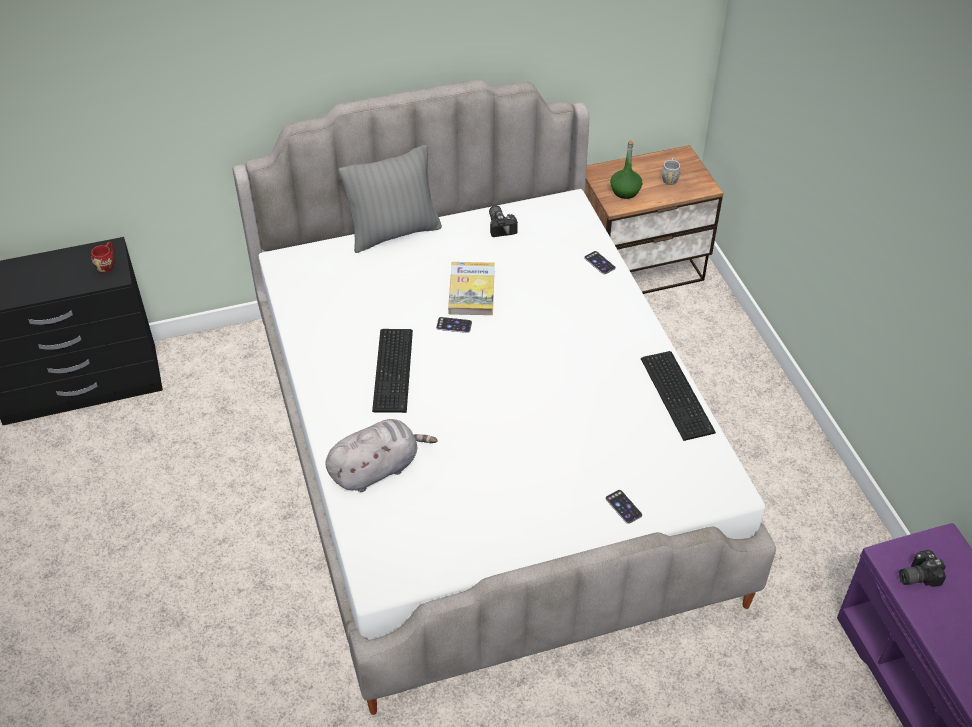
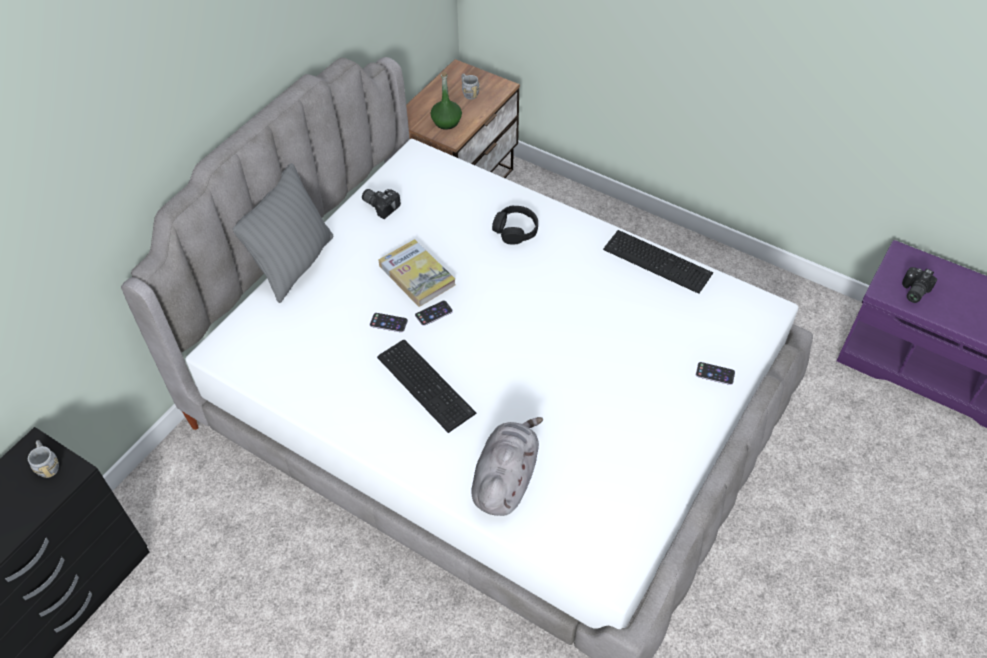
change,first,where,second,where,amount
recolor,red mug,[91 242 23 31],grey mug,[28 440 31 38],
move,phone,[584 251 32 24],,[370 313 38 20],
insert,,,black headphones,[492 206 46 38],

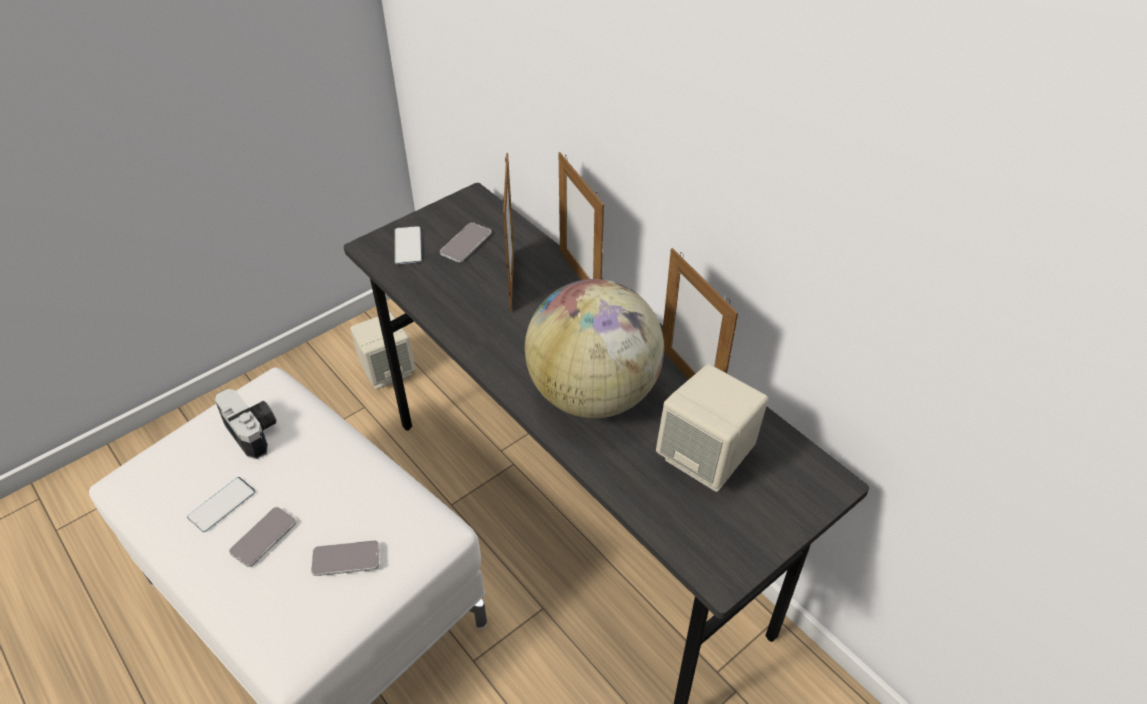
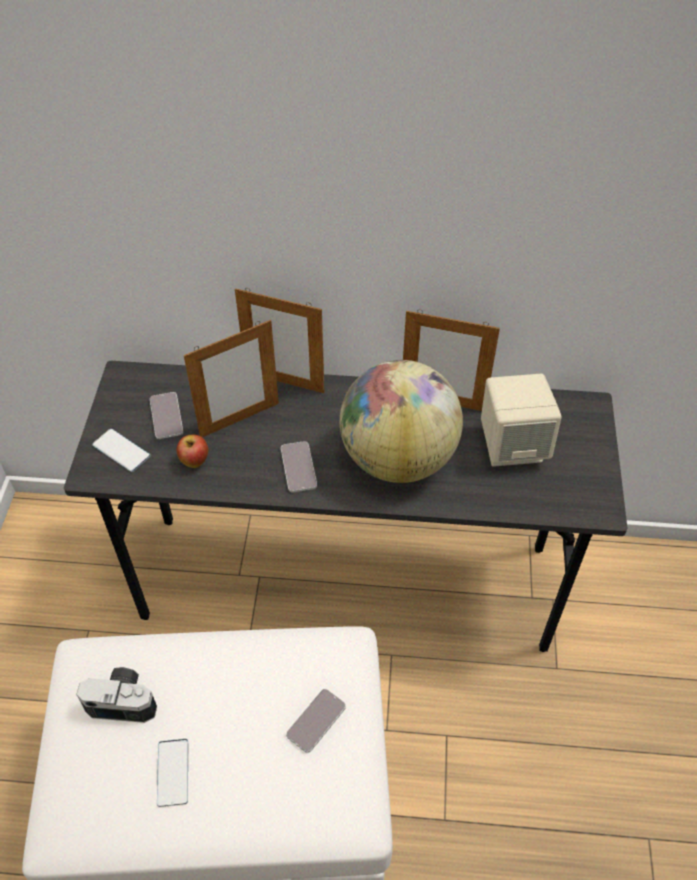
change,first,where,second,where,amount
insert,,,apple,[177 435 32 33],
rotate,picture frame,[503 153 11 159],,[184 320 95 117],105 degrees clockwise
move,phone,[229 507 67 60],,[281 441 36 51],
delete,beige speaker,[350 312 66 77],,,

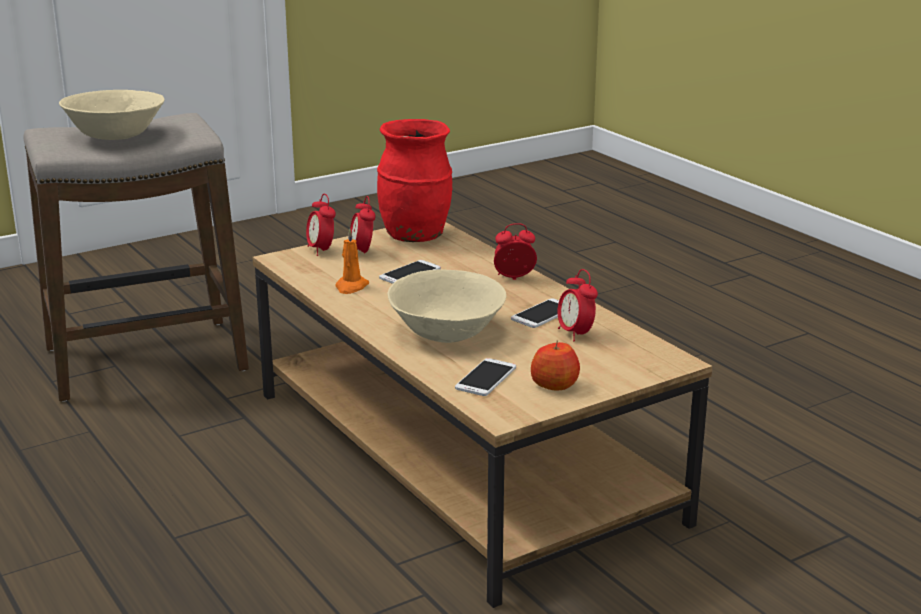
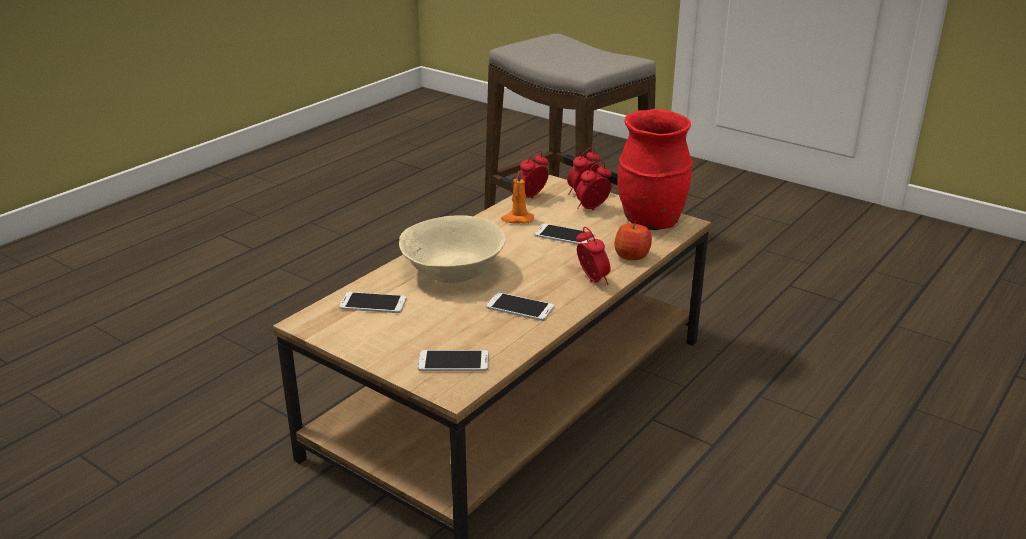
change,first,where,second,where,amount
insert,,,phone,[418 350 71 21],
move,alarm clock,[558 269 40 73],,[516 151 33 48],
move,apple,[531 340 49 51],,[615 222 37 38],
delete,beige bowl,[59 90 106 50],,,

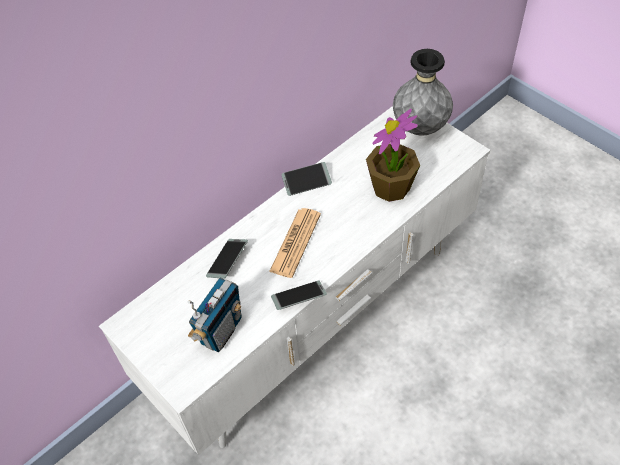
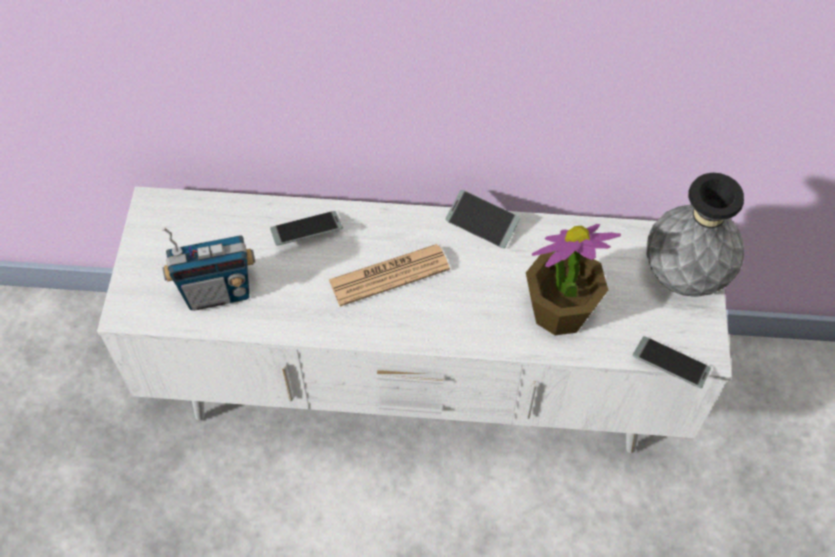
change,first,where,second,where,amount
move,phone,[271 281 56 29],,[633 336 78 52],

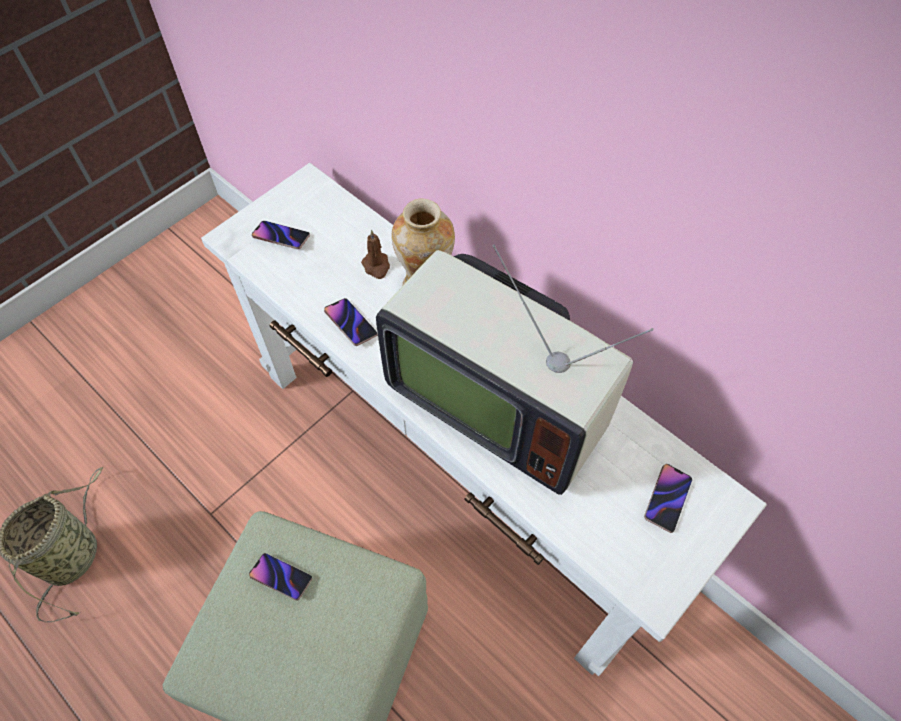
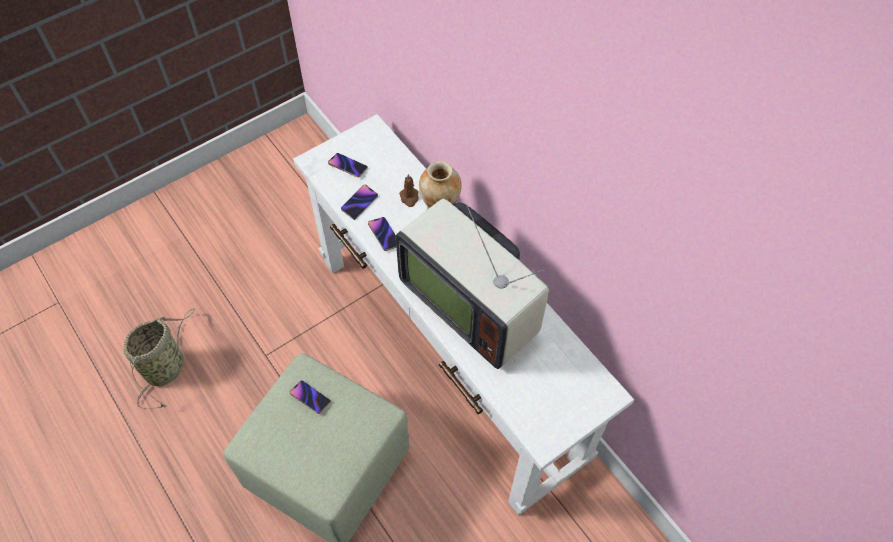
change,first,where,second,where,amount
move,phone,[644 464 48 69],,[341 185 37 35],

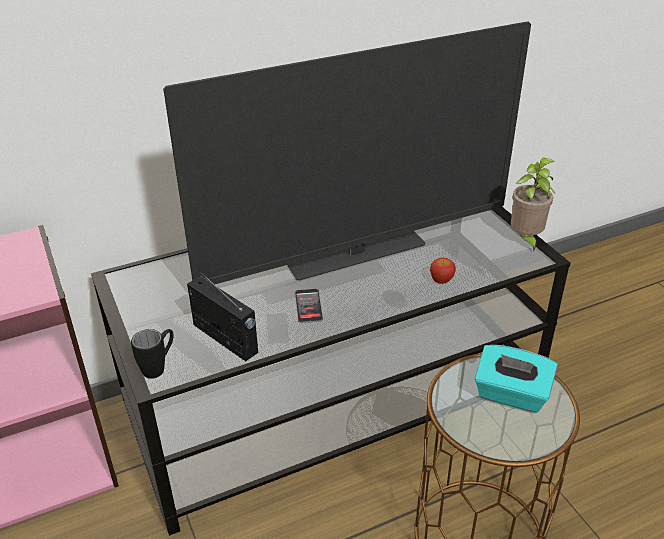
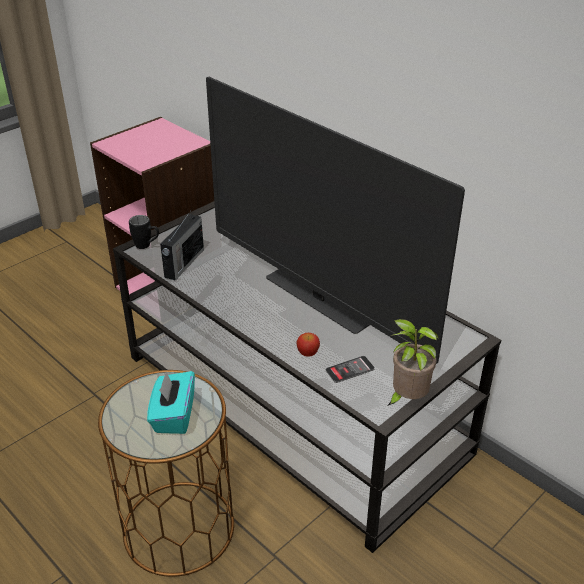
change,first,where,second,where,amount
move,phone,[295 289 28 34],,[326 356 49 27],

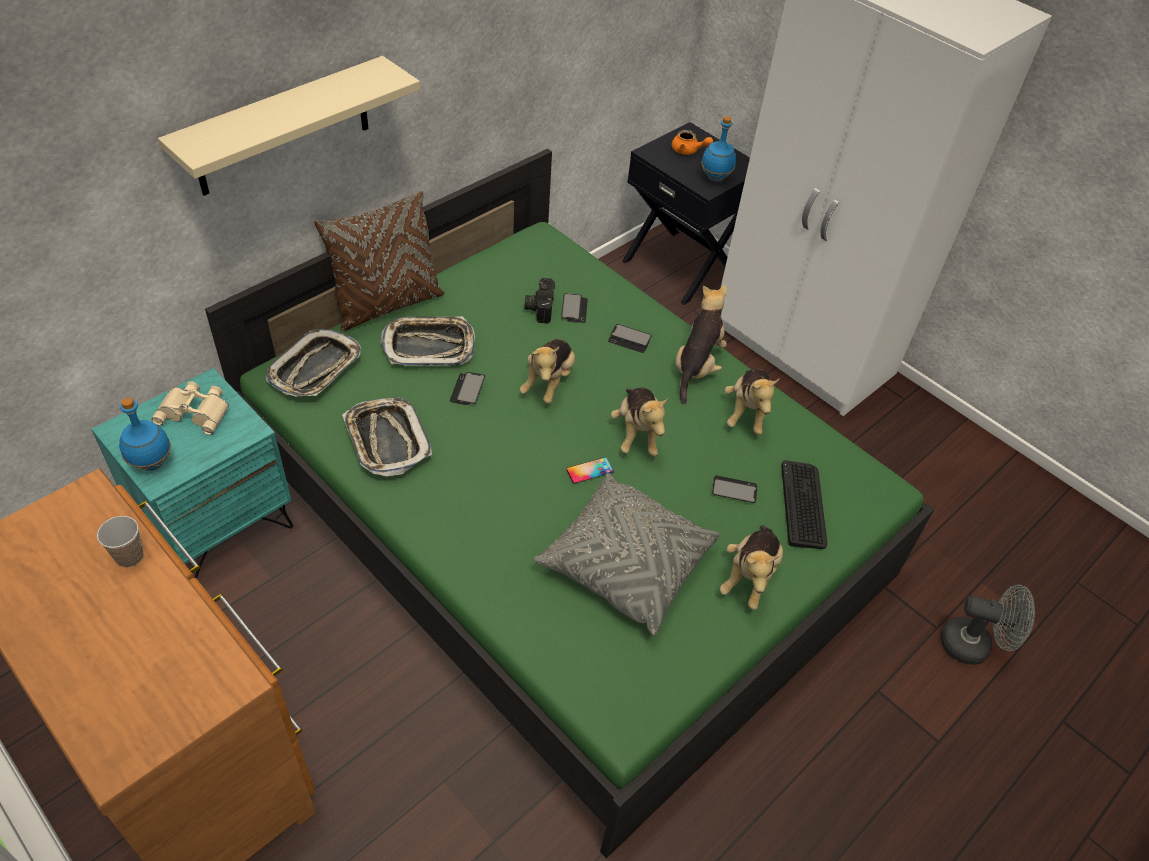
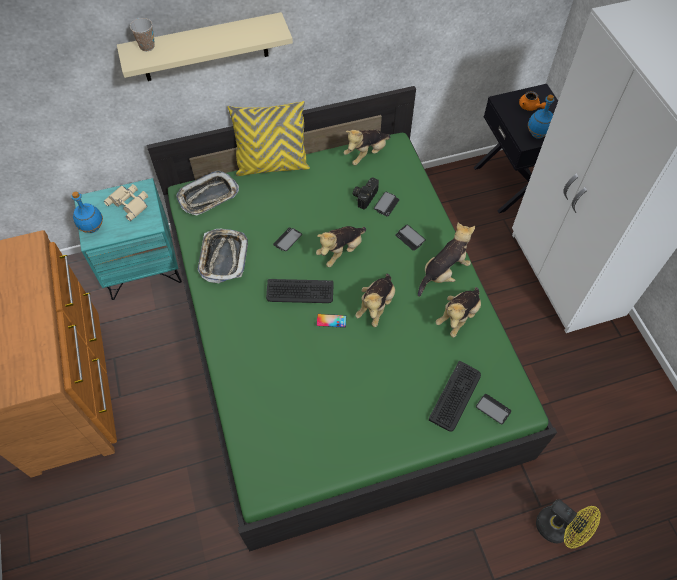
change,first,where,second,where,amount
move,cup,[97 516 46 51],,[130 18 25 33],
recolor,brown pillow,[314 191 130 141],yellow pillow,[228 101 82 75],
insert,,,keyboard,[266 279 68 24],
move,plush toy,[720 525 63 85],,[344 129 46 36],
move,phone,[712 475 45 28],,[476 394 35 31],
recolor,grey fan,[941 584 94 81],yellow fan,[536 499 65 50],
delete,tray,[380 316 95 50],,,
delete,grey pillow,[533 473 187 163],,,

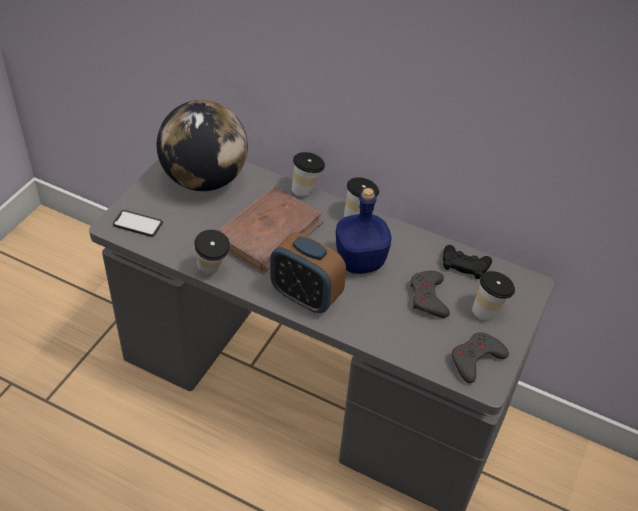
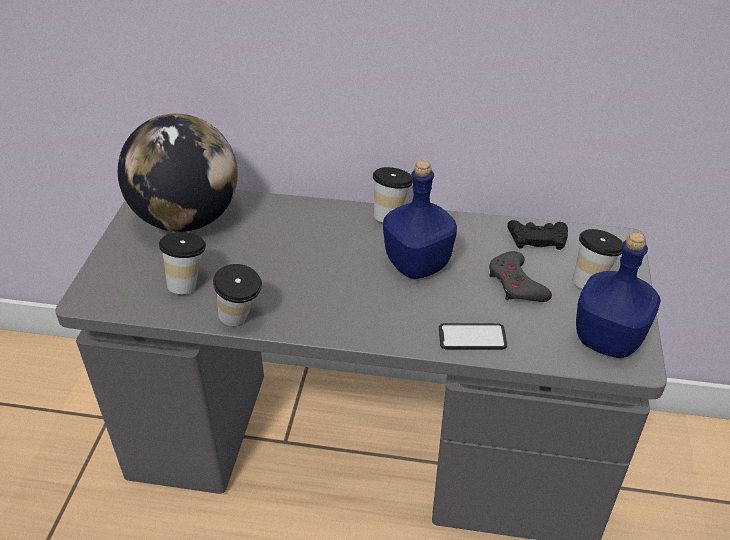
change,first,where,second,where,amount
move,cup,[292 152 33 45],,[159 232 47 62],
move,phone,[112 210 51 27],,[439 323 68 27],
replace,grey game controller,[452 332 57 51],blue bottle,[576 232 85 126],
delete,brown book,[218 186 105 88],,,
delete,alarm clock,[270 232 76 81],,,

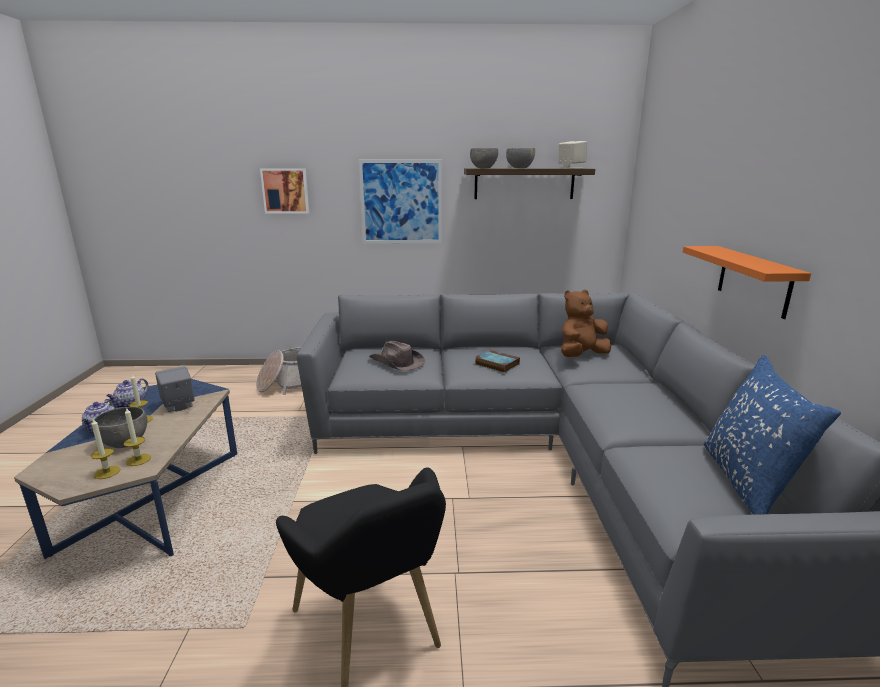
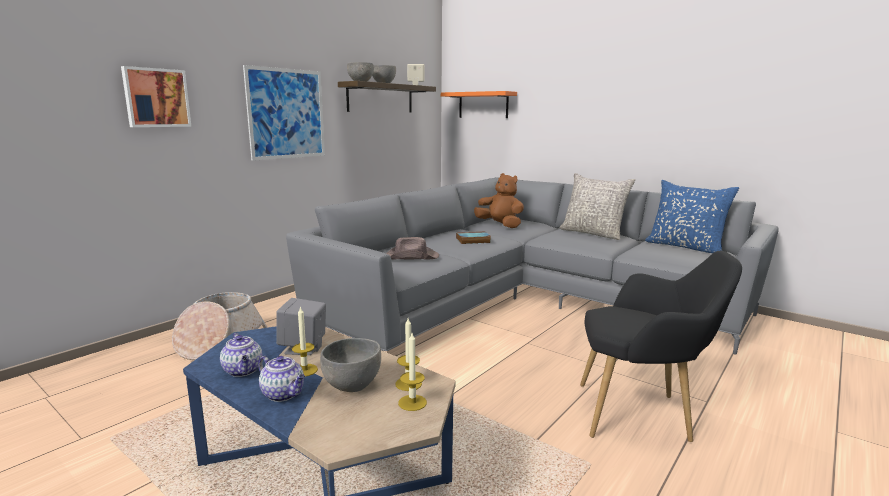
change,first,where,second,where,amount
move,orange shelf,[683 246 128 73],,[441 91 76 27],
rotate,brown plush toy,[561 290 50 67],,[474 173 50 55],120 degrees clockwise
insert,,,grey pillow,[560 173 75 67],

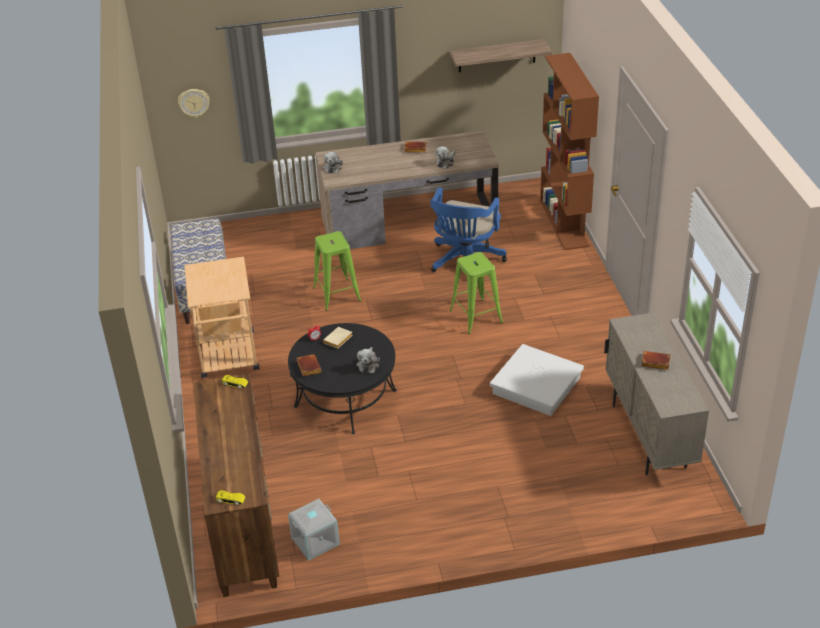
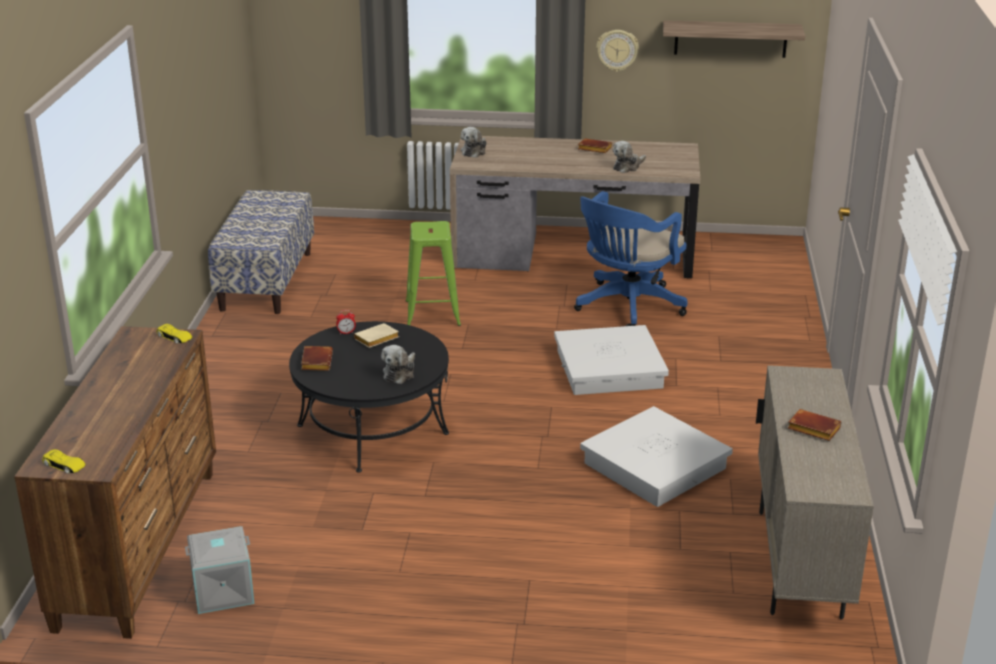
change,first,where,second,where,amount
replace,green stool,[449 252 54 82],white storage box,[554 325 115 70],
move,wall clock,[178 89 32 29],,[596 30 43 42],
delete,beige cart,[184 257 75 121],,,
delete,brown bookcase,[540 53 59 197],,,

